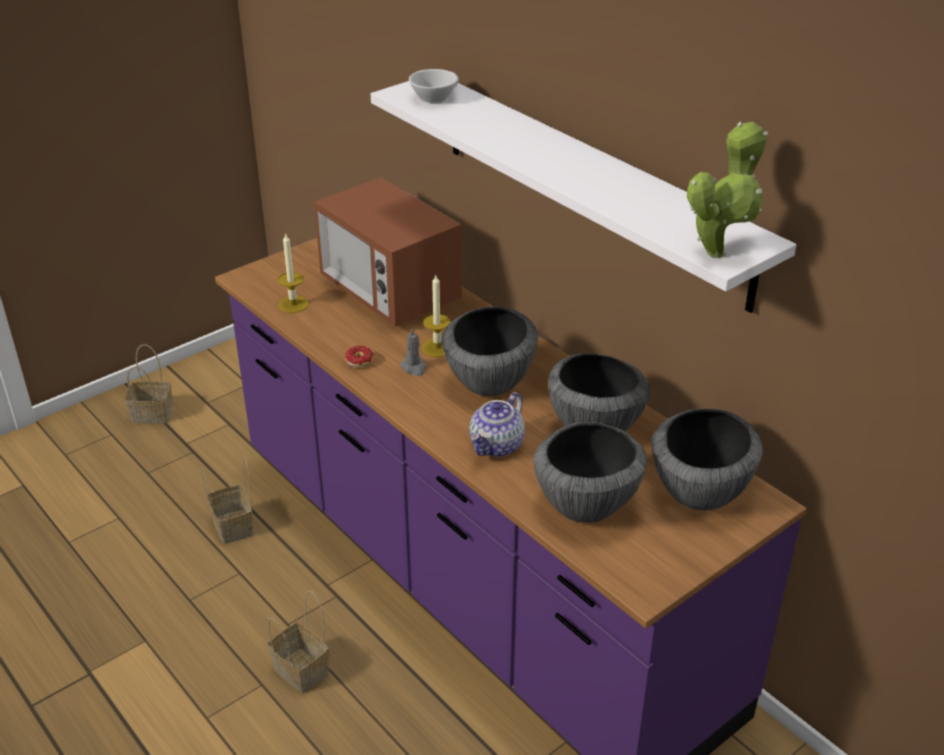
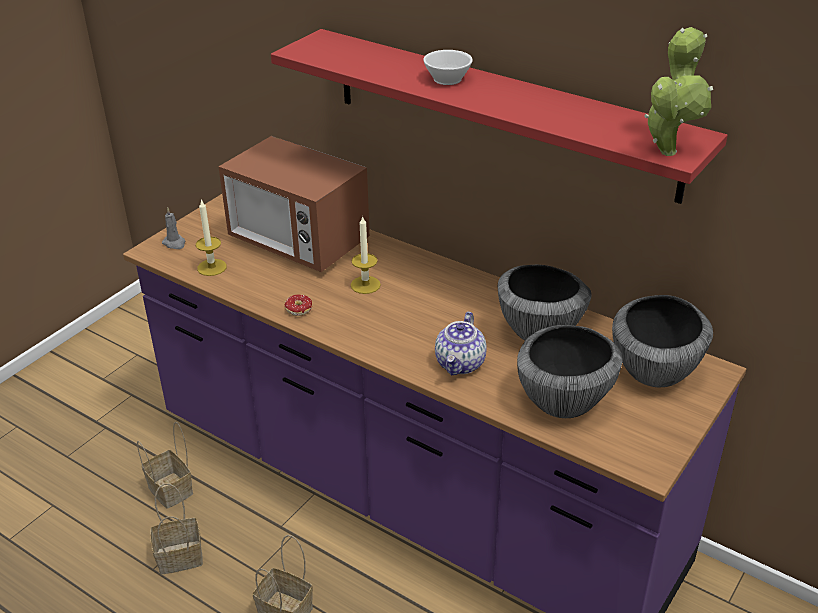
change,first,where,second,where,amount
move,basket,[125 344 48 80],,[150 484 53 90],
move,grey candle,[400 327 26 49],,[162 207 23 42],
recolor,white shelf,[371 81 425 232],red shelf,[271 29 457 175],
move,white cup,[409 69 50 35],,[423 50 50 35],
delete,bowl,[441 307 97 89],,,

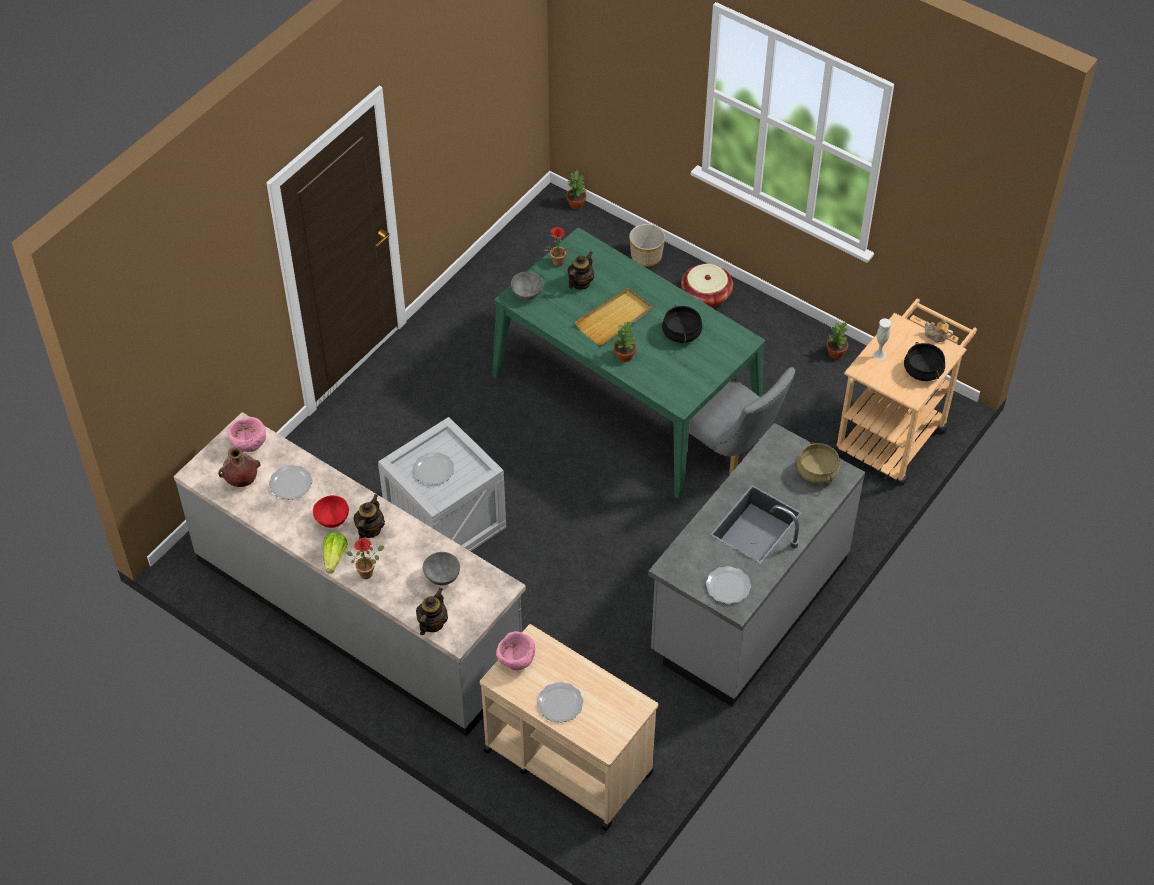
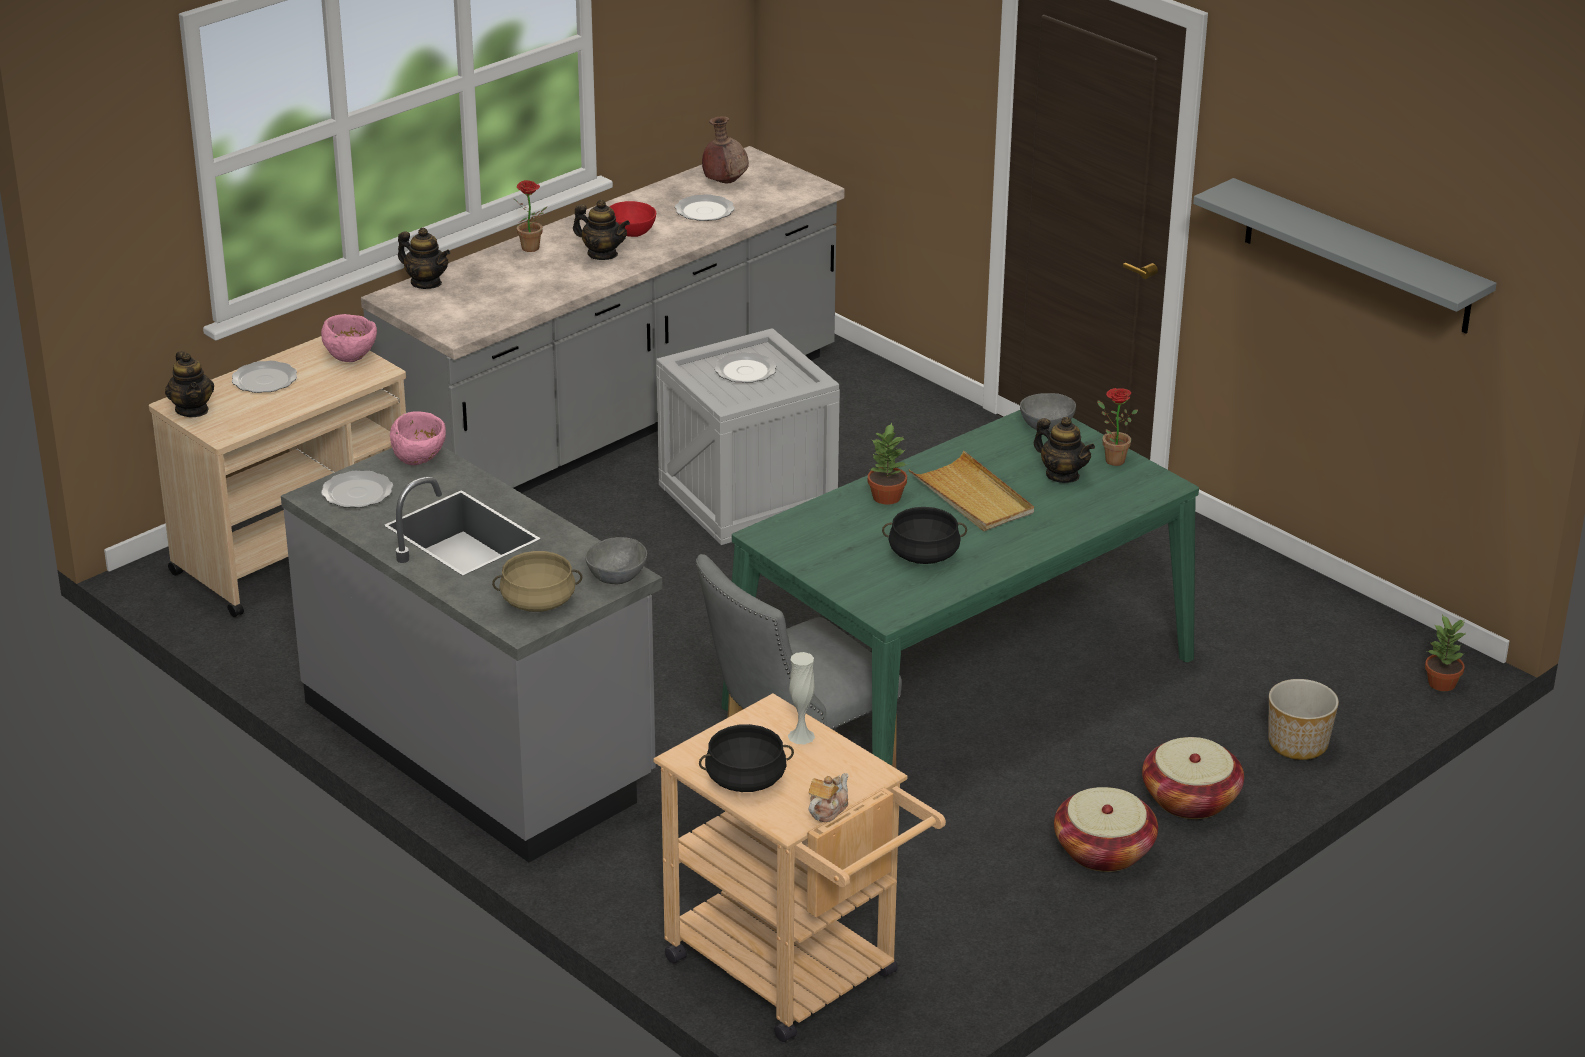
change,first,where,second,where,amount
insert,,,teapot,[165 351 49 66],
move,pink bowl,[228 417 38 35],,[390 412 56 53],
move,grey bowl,[422 552 38 34],,[585 537 62 47],
insert,,,basket,[1054 787 104 85],
insert,,,grey shelf,[1193 178 304 155],
delete,lettuce,[324 532 24 41],,,
delete,potted plant,[827 322 21 37],,,

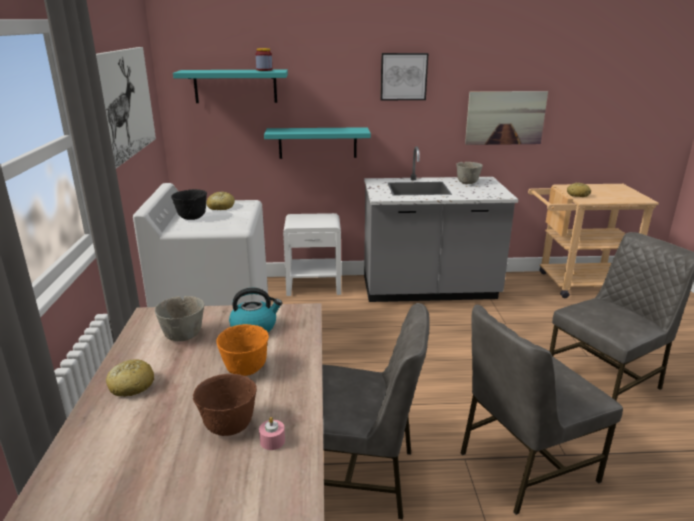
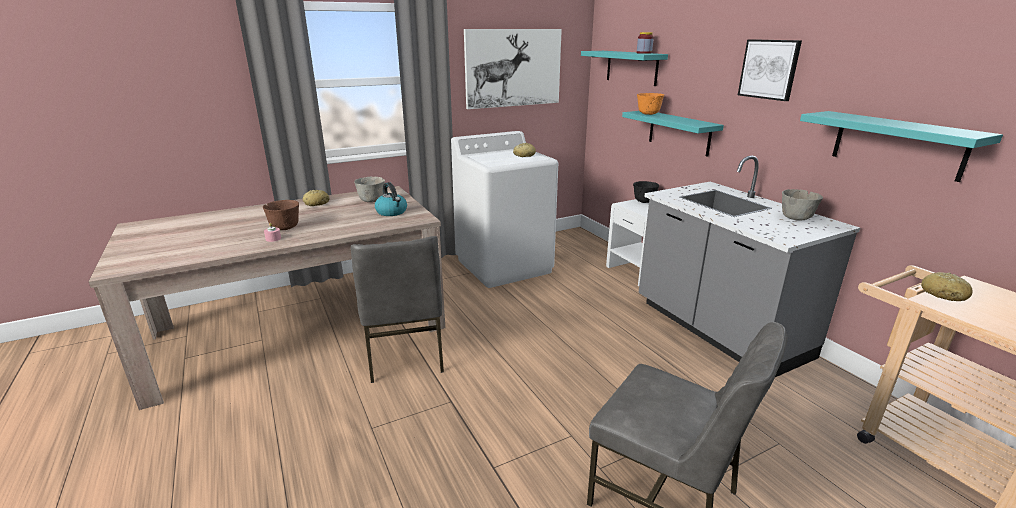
change,first,where,second,where,amount
move,black bowl,[171 189 36 31],,[633 181 26 22],
move,orange bowl,[216 324 53 52],,[637 93 27 22],
replace,picture,[465 91 83 54],turquoise shelf,[800 111 203 71],
delete,grey chair,[461 305 162 210],,,

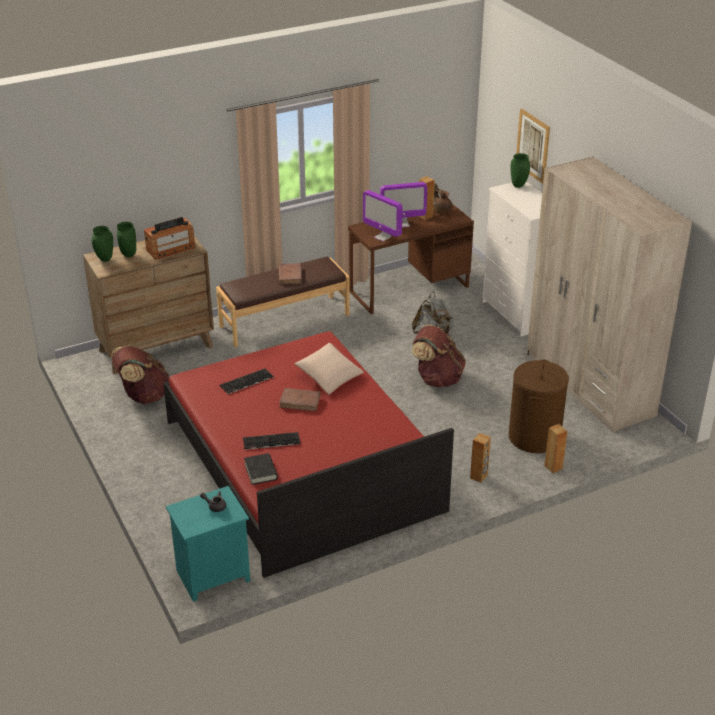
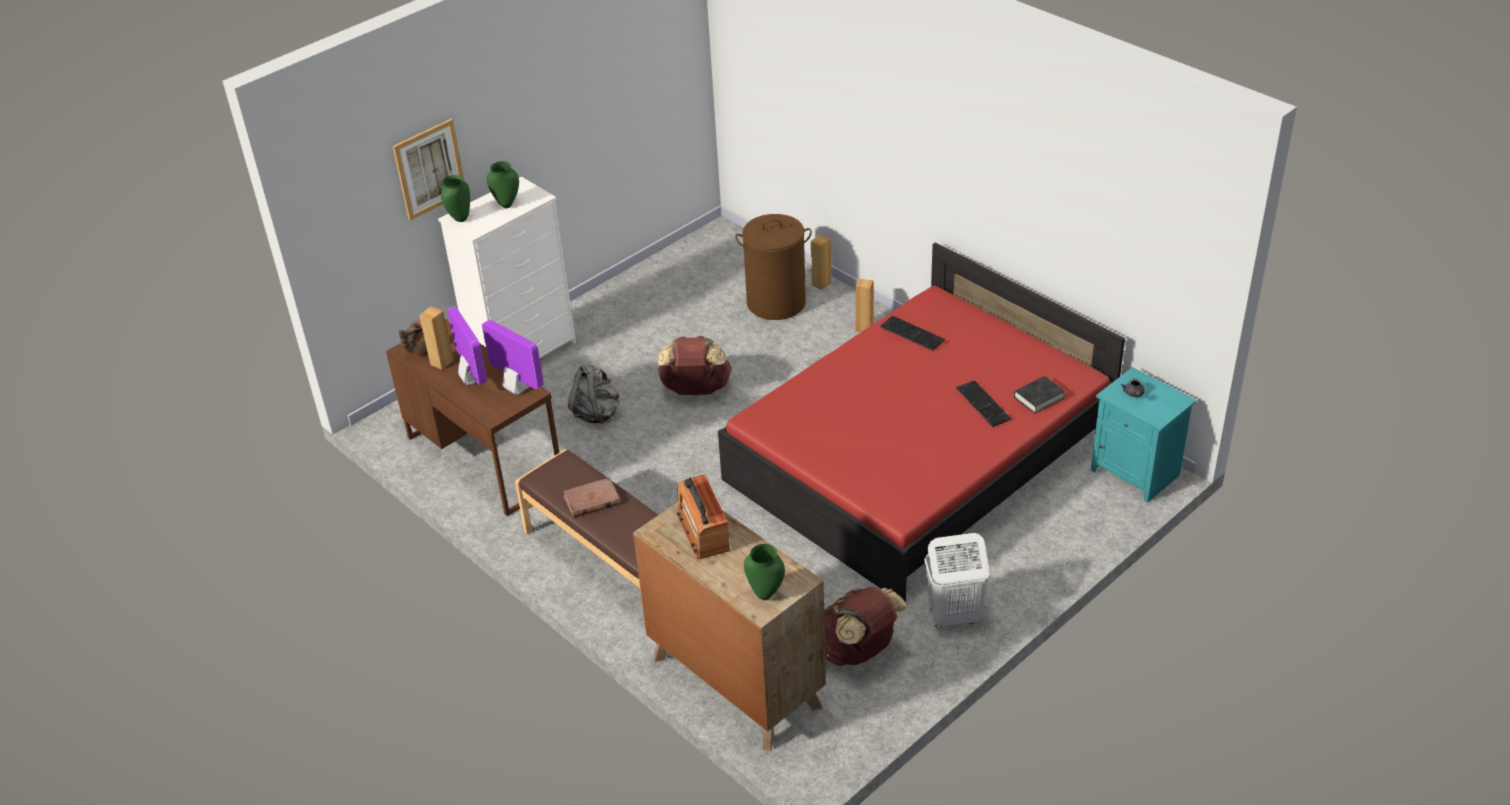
change,first,where,second,where,amount
rotate,monitor,[363 190 40 51],,[482 320 62 75],75 degrees counterclockwise
move,green vase,[117 222 19 35],,[487 161 32 47],
rotate,radio,[144 217 51 42],,[676 474 54 85],150 degrees counterclockwise
move,keyboard,[220 368 54 26],,[880 316 65 35],
insert,,,white laundry basket,[924 533 66 95],
delete,brown book,[279 388 41 23],,,
delete,beige pillow,[294 343 70 52],,,
delete,beige wardrobe,[527 156 165 276],,,

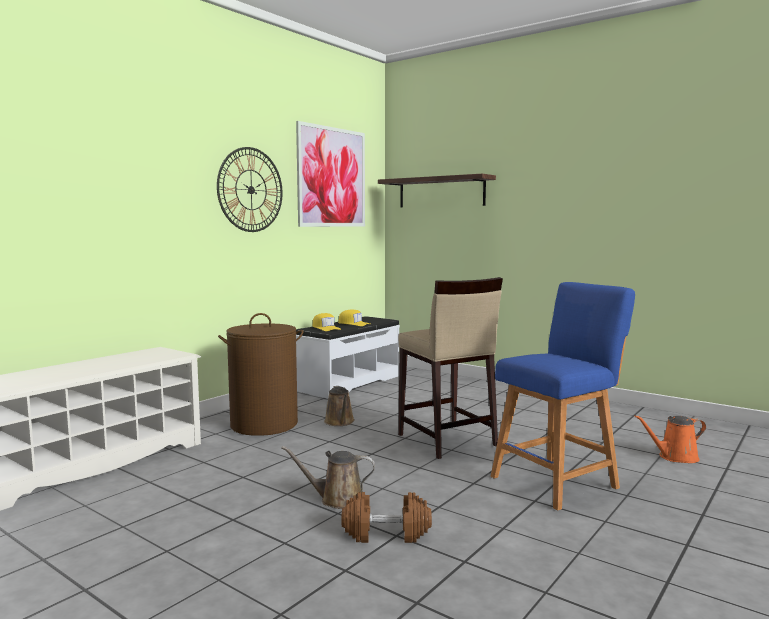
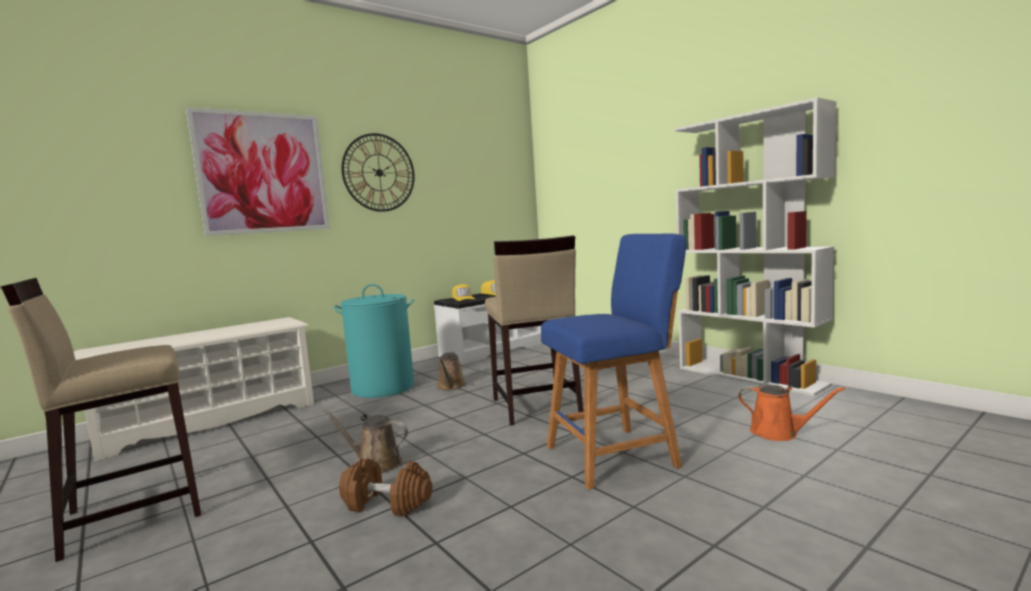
change,first,where,second,where,amount
insert,,,beige stool,[1 278 200 284],
move,picture,[296 121 69 106],,[186 107 144 129],
recolor,brown laundry basket,[218 313 86 123],turquoise laundry basket,[334 284 80 114],
insert,,,white bookcase,[674 97 163 299],
rotate,orange watering can,[635 415 71 48],,[738 385 107 56],150 degrees counterclockwise
delete,shelf,[378 174 118 33],,,

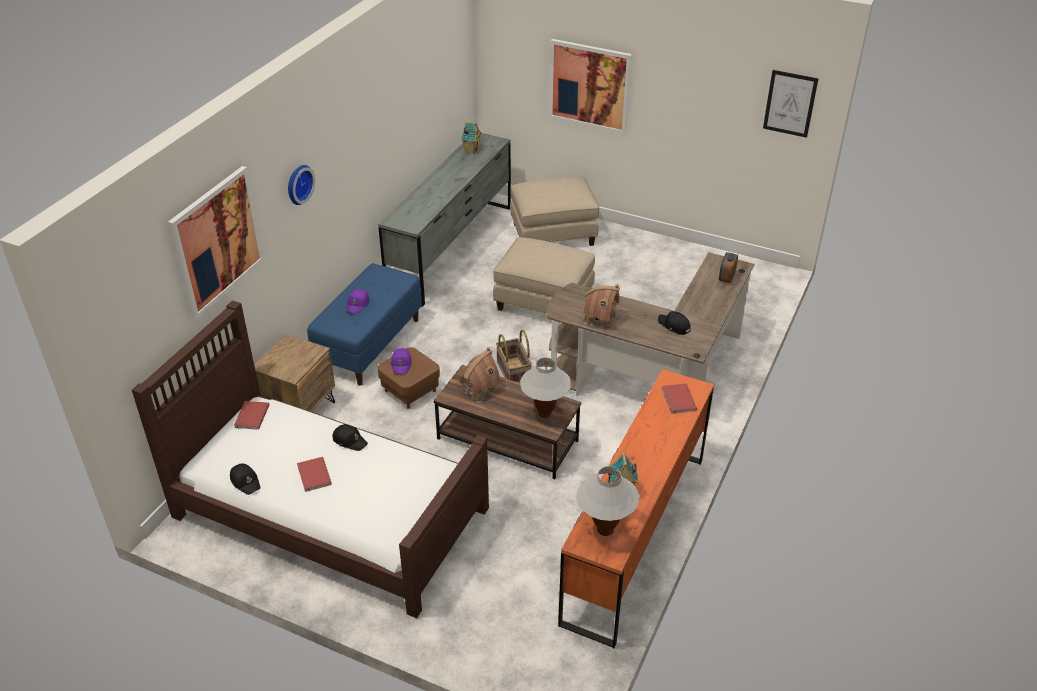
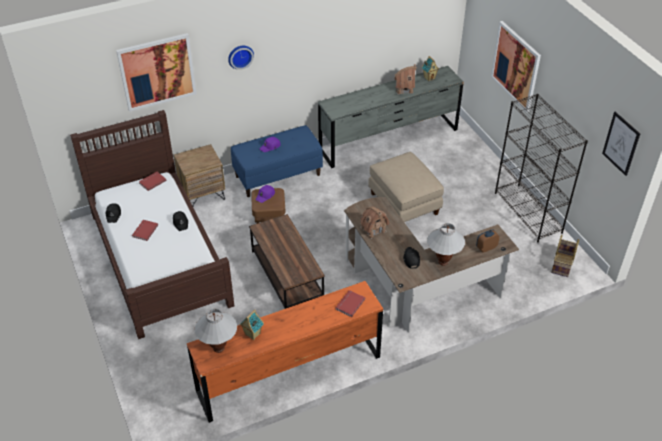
change,first,where,second,where,amount
move,toy house,[459 347 41 56],,[395 64 22 31],
move,white table lamp,[520 357 52 61],,[427 223 38 43],
insert,,,black bookcase,[495 94 93 148],
move,basket,[496 330 36 53],,[551 235 28 42],
delete,beige ottoman,[510 177 89 69],,,

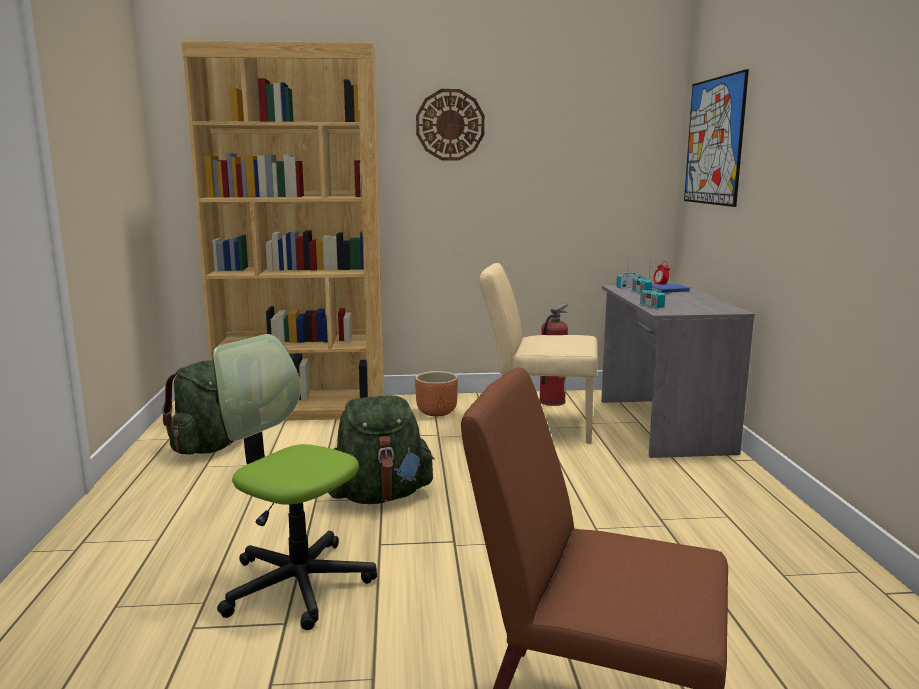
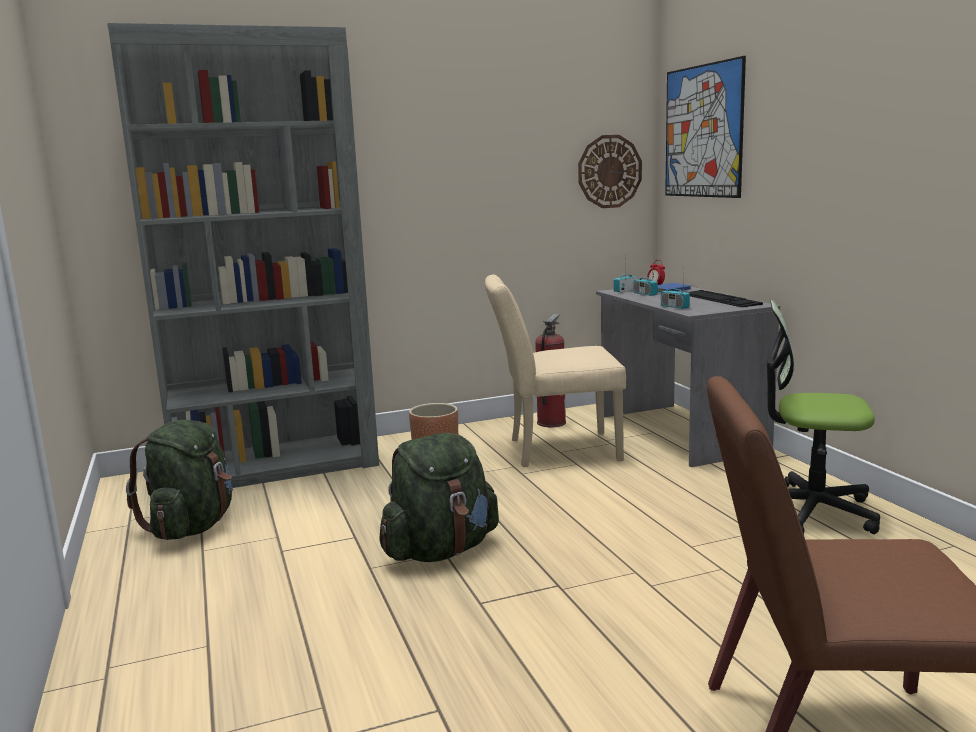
change,first,where,second,where,amount
recolor,brown bookcase,[181 40 203 381],grey bookcase,[107 23 272 465],
move,wall clock,[416 89 69 71],,[578 135 64 73],
insert,,,keyboard,[688 290 75 17],
move,office chair,[212 334 165 296],,[767 300 113 234],

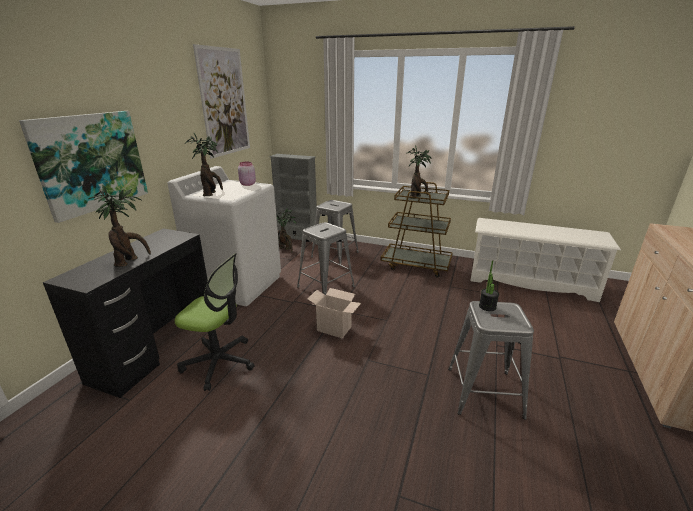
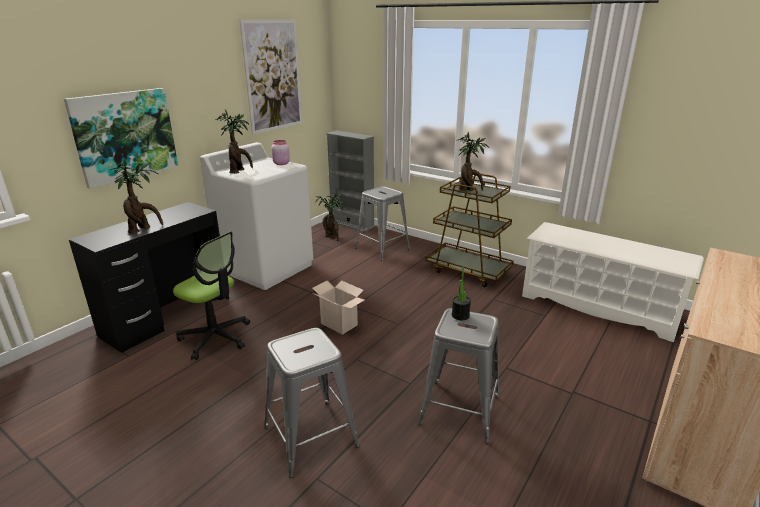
change,first,where,second,where,amount
move,grey stool,[297 222 58 73],,[264 328 95 150],

